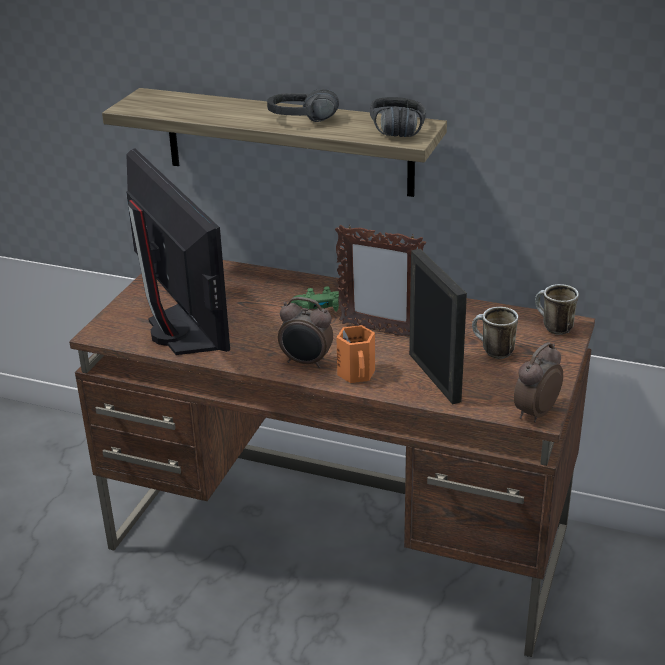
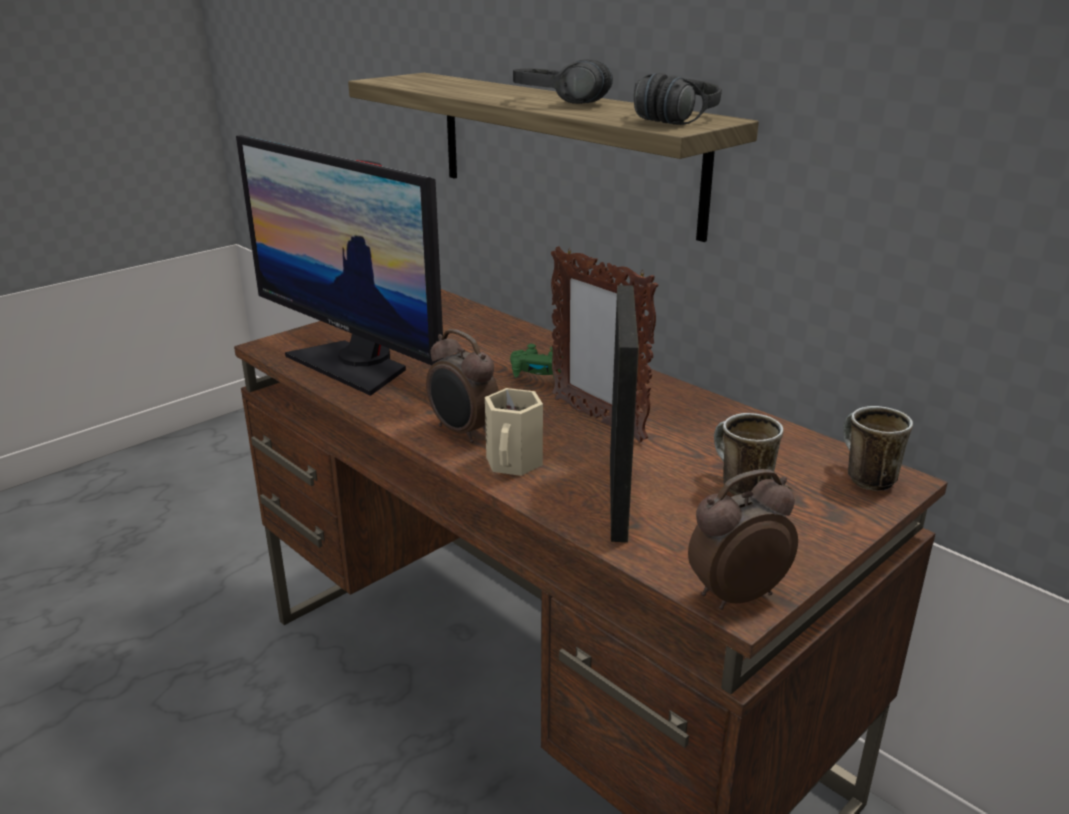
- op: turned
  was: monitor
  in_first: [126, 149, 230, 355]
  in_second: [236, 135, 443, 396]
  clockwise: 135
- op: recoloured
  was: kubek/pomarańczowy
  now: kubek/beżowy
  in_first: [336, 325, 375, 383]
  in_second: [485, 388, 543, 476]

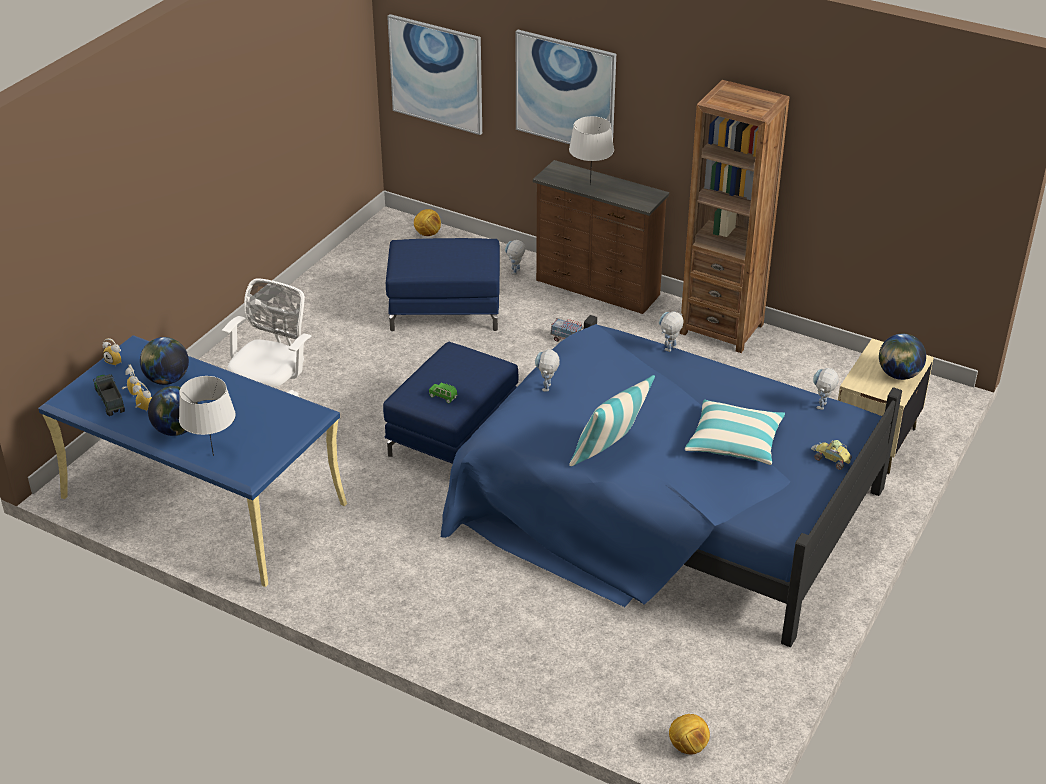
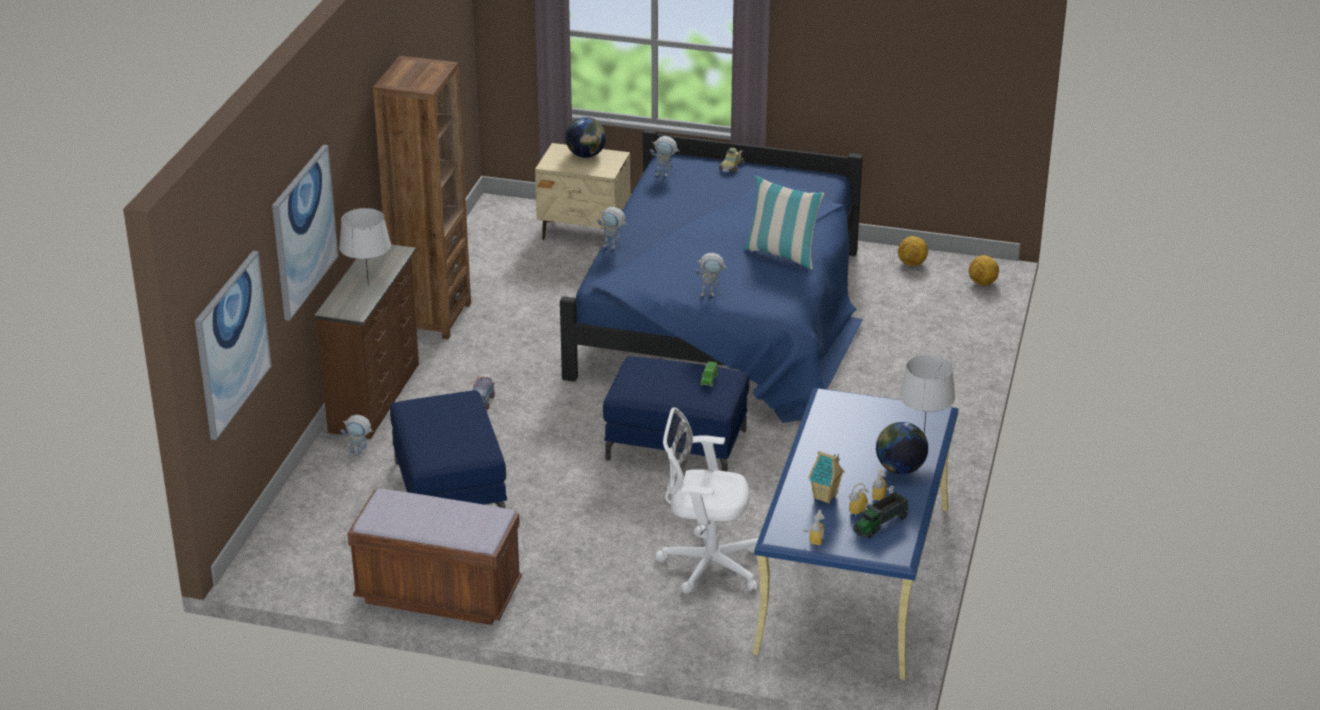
- op: replaced
  was: globus
  now: domek
  in_first: [140, 337, 189, 385]
  in_second: [808, 451, 845, 504]
- op: moved
  was: piłka futbolowa
  in_first: [414, 209, 441, 236]
  in_second: [898, 236, 928, 266]
- op: removed
  was: poduszka
  in_first: [685, 399, 785, 465]
- op: added
  now: ławka/brązowy
  in_second: [347, 489, 522, 625]

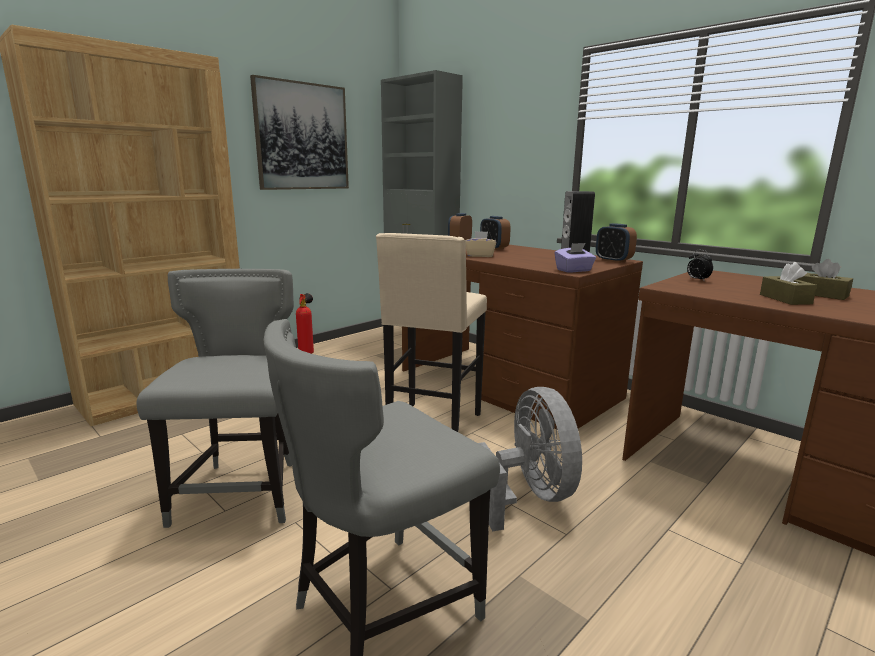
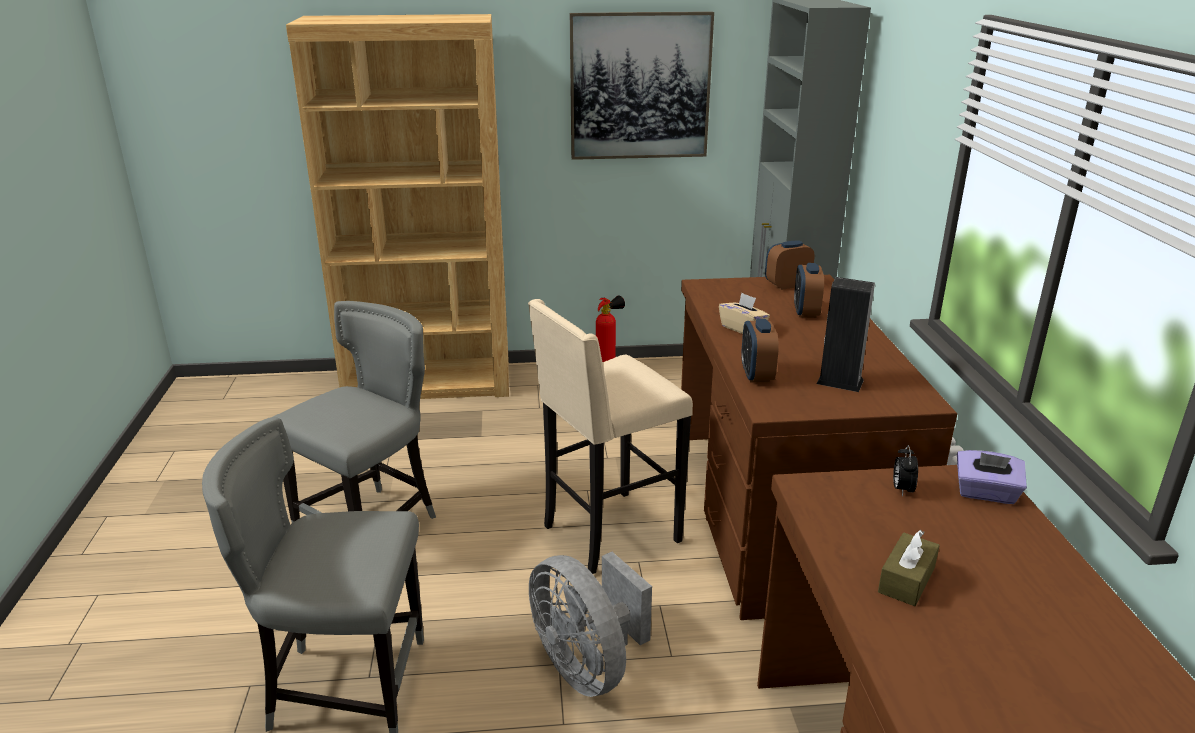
- op: turned
  was: wentylator/szary
  in_first: [478, 387, 582, 531]
  in_second: [529, 552, 652, 697]
  clockwise: 120
- op: moved
  was: pudełko chusteczek/fioletowy
  in_first: [555, 243, 596, 273]
  in_second: [957, 450, 1027, 504]
- op: moved
  was: budzik
  in_first: [596, 223, 637, 263]
  in_second: [741, 319, 779, 382]
- op: removed
  was: pudełko chusteczek/brązowy
  in_first: [797, 259, 853, 300]

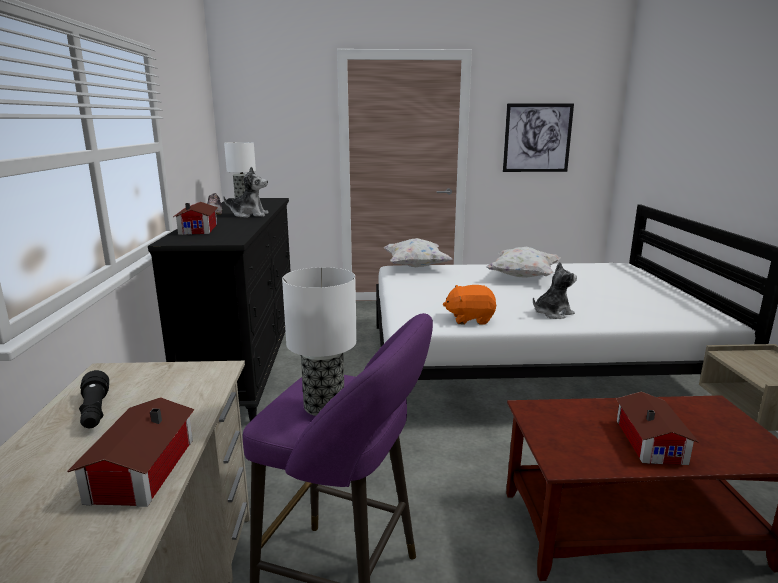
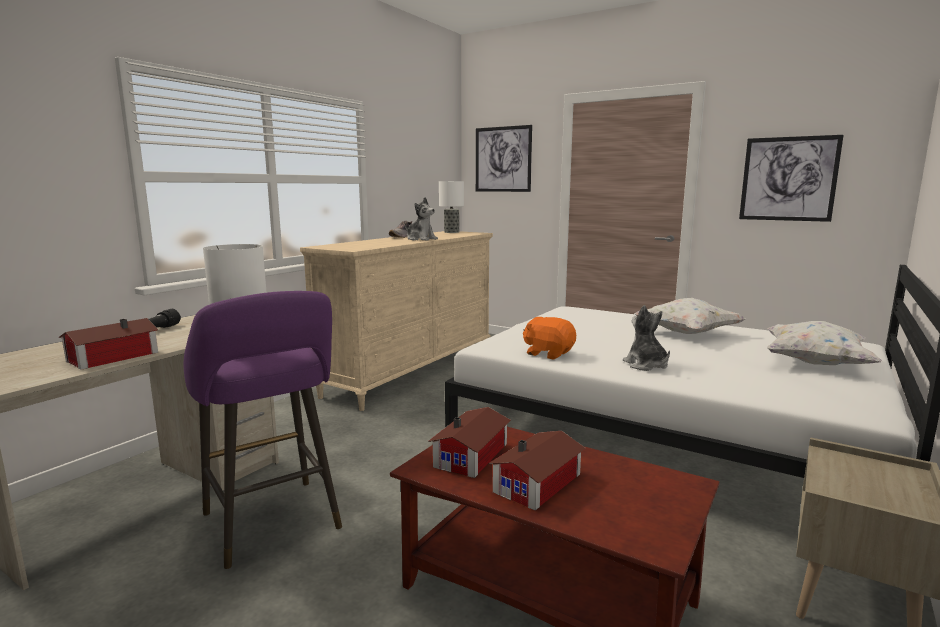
- op: recoloured
  was: komoda/czarny
  now: komoda/beżowy
  in_first: [148, 198, 291, 421]
  in_second: [300, 231, 493, 411]
- op: moved
  was: domek
  in_first: [173, 202, 218, 235]
  in_second: [428, 407, 511, 478]
- op: moved
  was: poduszka/biały
  in_first: [384, 238, 452, 267]
  in_second: [767, 321, 882, 365]
- op: turned
  was: pluszak
  in_first: [533, 262, 577, 319]
  in_second: [623, 305, 670, 371]
  clockwise: -120
- op: added
  now: obraz
  in_second: [476, 125, 532, 192]

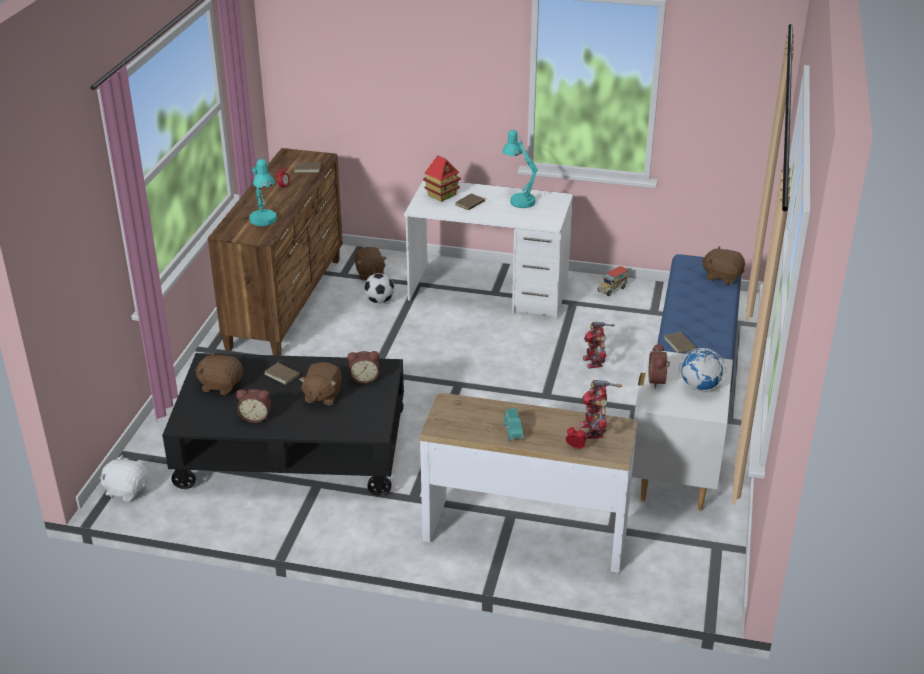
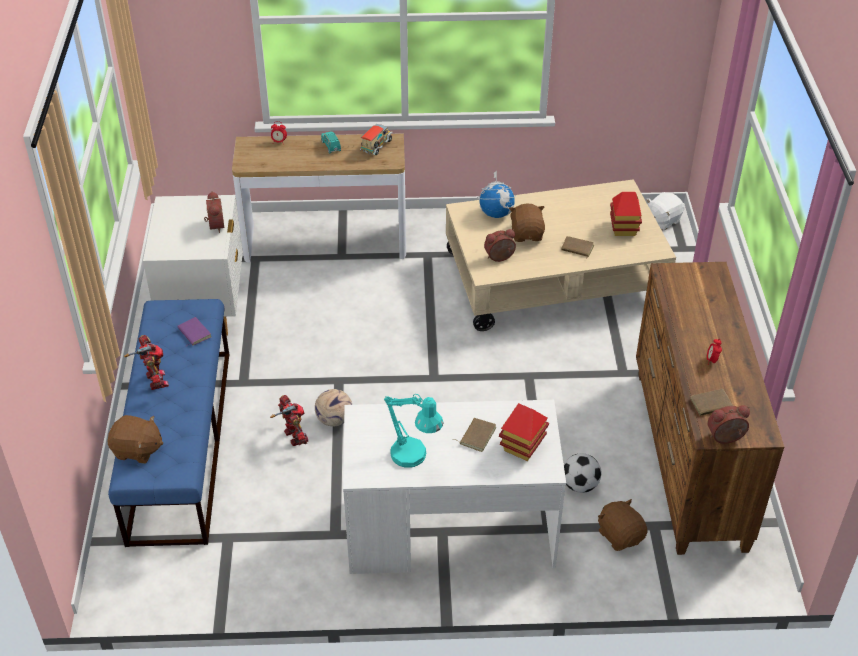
- op: turned
  was: pluszak/biały
  in_first: [100, 455, 149, 502]
  in_second: [646, 192, 685, 230]
  clockwise: 135
- op: recoloured
  was: ława/czarny
  now: ława/beżowy
  in_first: [162, 353, 404, 496]
  in_second: [446, 179, 676, 331]
- op: replaced
  was: pluszak/brązowy
  now: domek
  in_first: [195, 352, 243, 395]
  in_second: [610, 192, 642, 236]
- op: moved
  was: budzik
  in_first: [236, 389, 271, 423]
  in_second: [707, 405, 750, 444]
- op: removed
  was: lampa stołowa/turkusowy
  in_first: [249, 157, 277, 226]
- op: moved
  was: robot zabawkowy
  in_first: [580, 380, 622, 439]
  in_second: [124, 335, 169, 390]
- op: moved
  was: ciężarówka zabawkowa
  in_first: [597, 266, 628, 296]
  in_second: [360, 124, 393, 155]
- op: recoloured
  was: książka/brązowy
  now: książka/fioletowy
  in_first: [664, 330, 696, 353]
  in_second: [178, 317, 211, 346]
- op: moved
  was: globus
  in_first: [679, 348, 726, 391]
  in_second: [477, 171, 516, 218]
- op: added
  now: piłka futbolowa
  in_second: [315, 389, 352, 427]

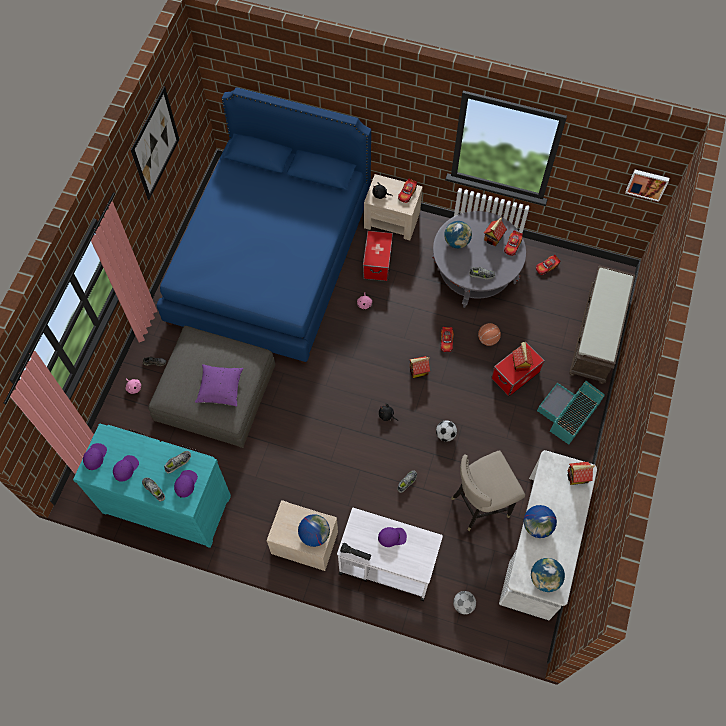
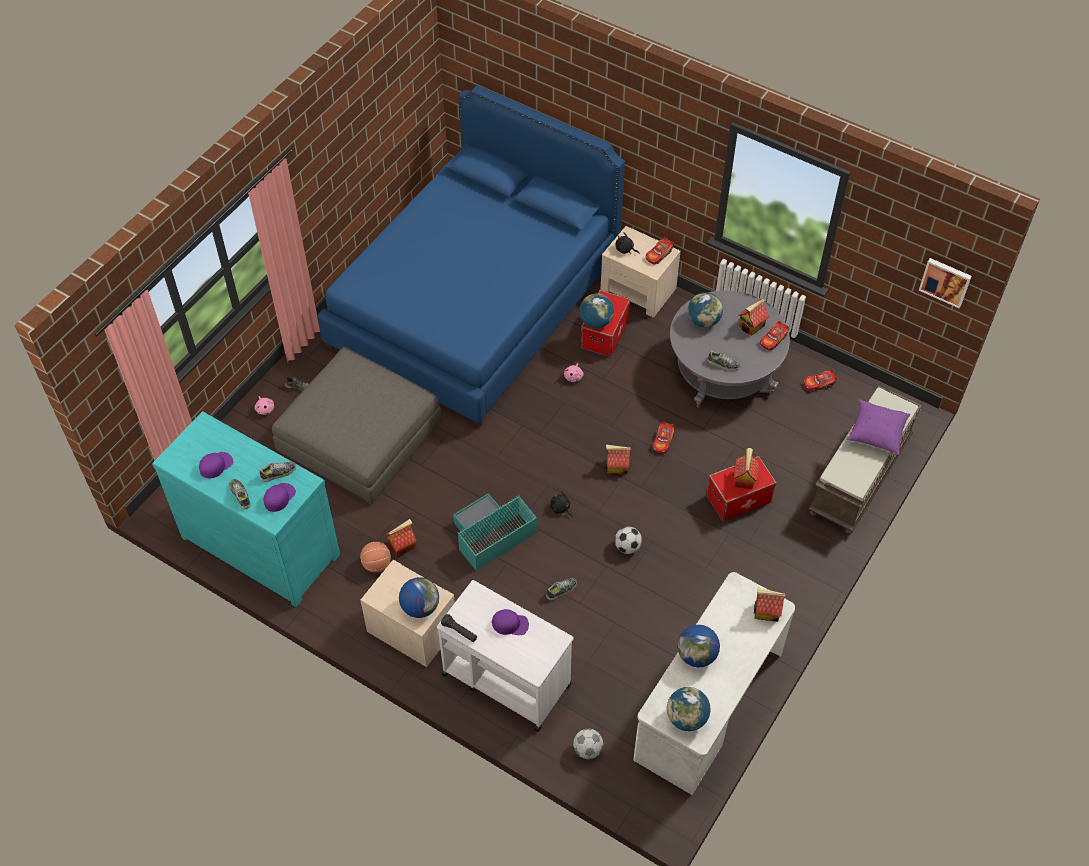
- op: removed
  was: czapka z daszkiem/fioletowy
  in_first: [83, 443, 107, 470]
- op: removed
  was: obraz
  in_first: [131, 86, 179, 200]
- op: moved
  was: poduszka/fioletowy
  in_first: [195, 364, 243, 407]
  in_second: [847, 399, 911, 455]
- op: removed
  was: stołek/beżowy
  in_first: [451, 451, 525, 531]
- op: moved
  was: piłka do koszykówki
  in_first: [478, 323, 501, 346]
  in_second: [360, 542, 391, 573]
- op: moved
  was: pojemnik do przechowywania/turkusowy
  in_first: [537, 380, 605, 444]
  in_second: [453, 493, 537, 571]
- op: added
  now: domek
  in_second: [386, 519, 417, 557]
- op: added
  now: globus
  in_second: [580, 294, 614, 328]

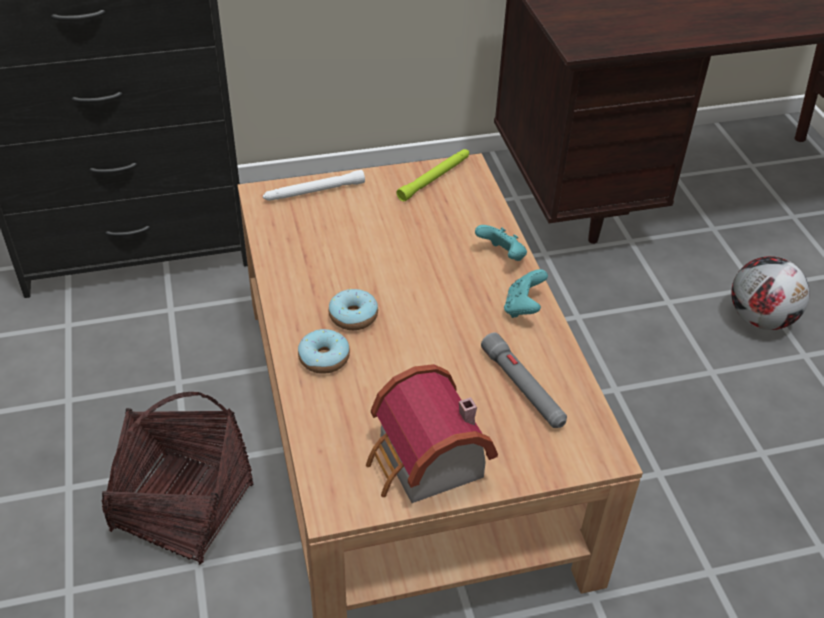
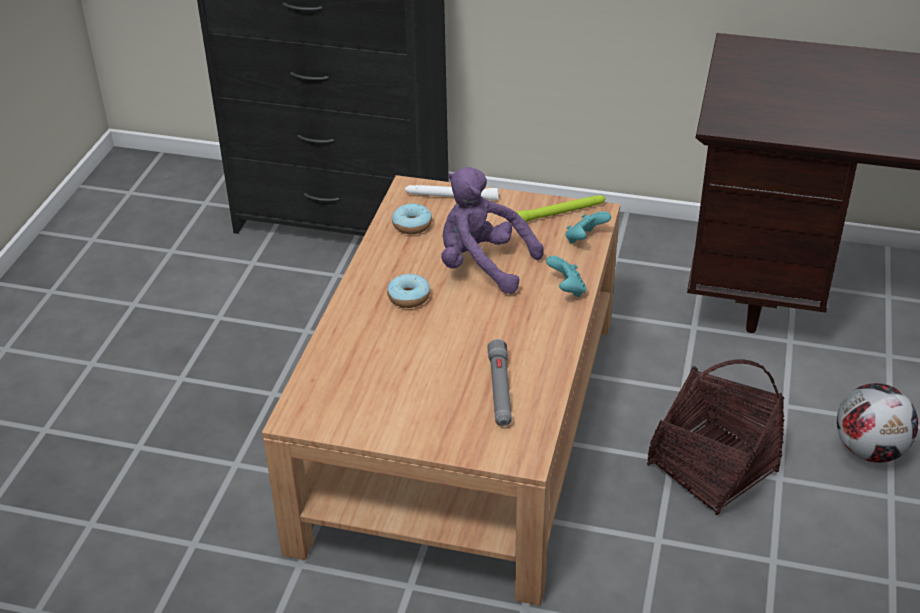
- op: moved
  was: koszyk
  in_first: [102, 392, 254, 565]
  in_second: [647, 359, 784, 515]
- op: moved
  was: donut
  in_first: [298, 329, 350, 374]
  in_second: [392, 203, 432, 234]
- op: removed
  was: domek
  in_first: [366, 364, 498, 503]
- op: moved
  was: pad do gier/turkusowy
  in_first: [504, 269, 548, 318]
  in_second: [565, 211, 611, 243]
- op: added
  now: pluszak/fioletowy
  in_second: [441, 167, 544, 294]

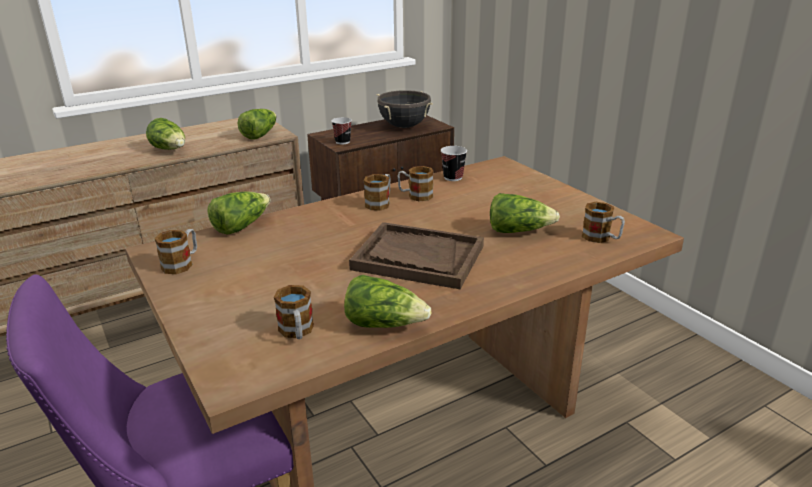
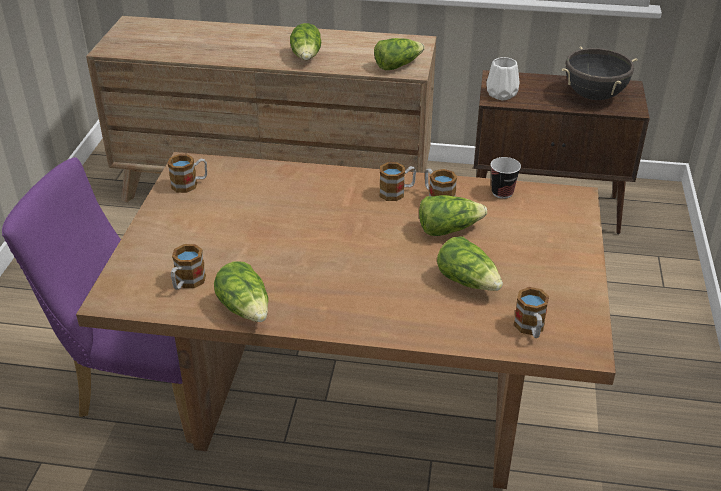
- op: moved
  was: sałata
  in_first: [207, 192, 271, 235]
  in_second: [419, 195, 487, 236]
- op: replaced
  was: filiżanka
  now: wazon/biały
  in_first: [331, 117, 352, 144]
  in_second: [486, 57, 519, 100]
- op: removed
  was: taca/brązowy
  in_first: [349, 222, 484, 289]

